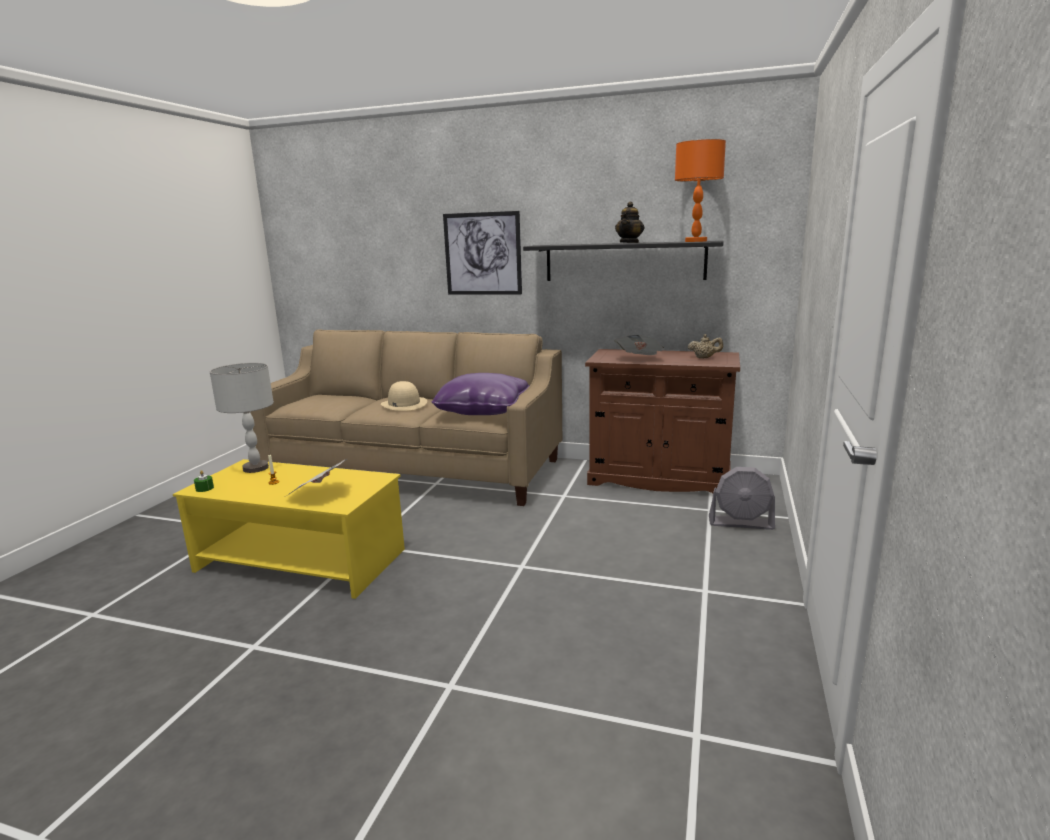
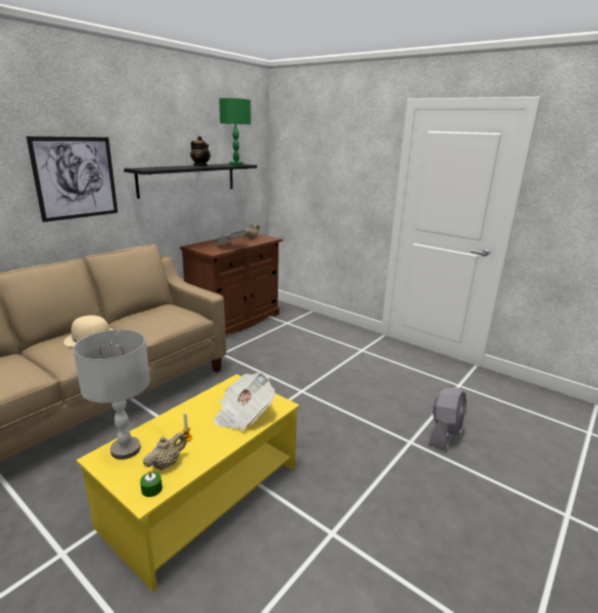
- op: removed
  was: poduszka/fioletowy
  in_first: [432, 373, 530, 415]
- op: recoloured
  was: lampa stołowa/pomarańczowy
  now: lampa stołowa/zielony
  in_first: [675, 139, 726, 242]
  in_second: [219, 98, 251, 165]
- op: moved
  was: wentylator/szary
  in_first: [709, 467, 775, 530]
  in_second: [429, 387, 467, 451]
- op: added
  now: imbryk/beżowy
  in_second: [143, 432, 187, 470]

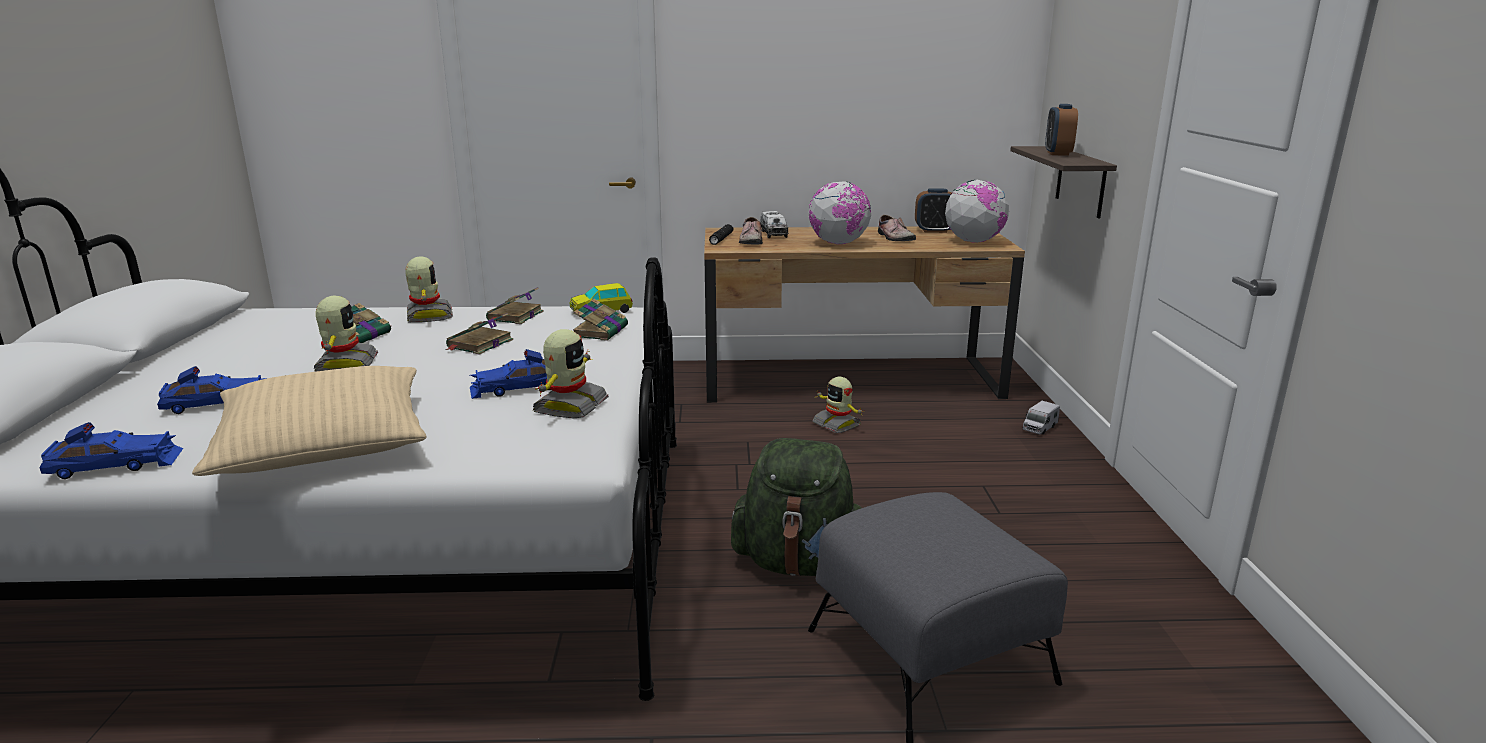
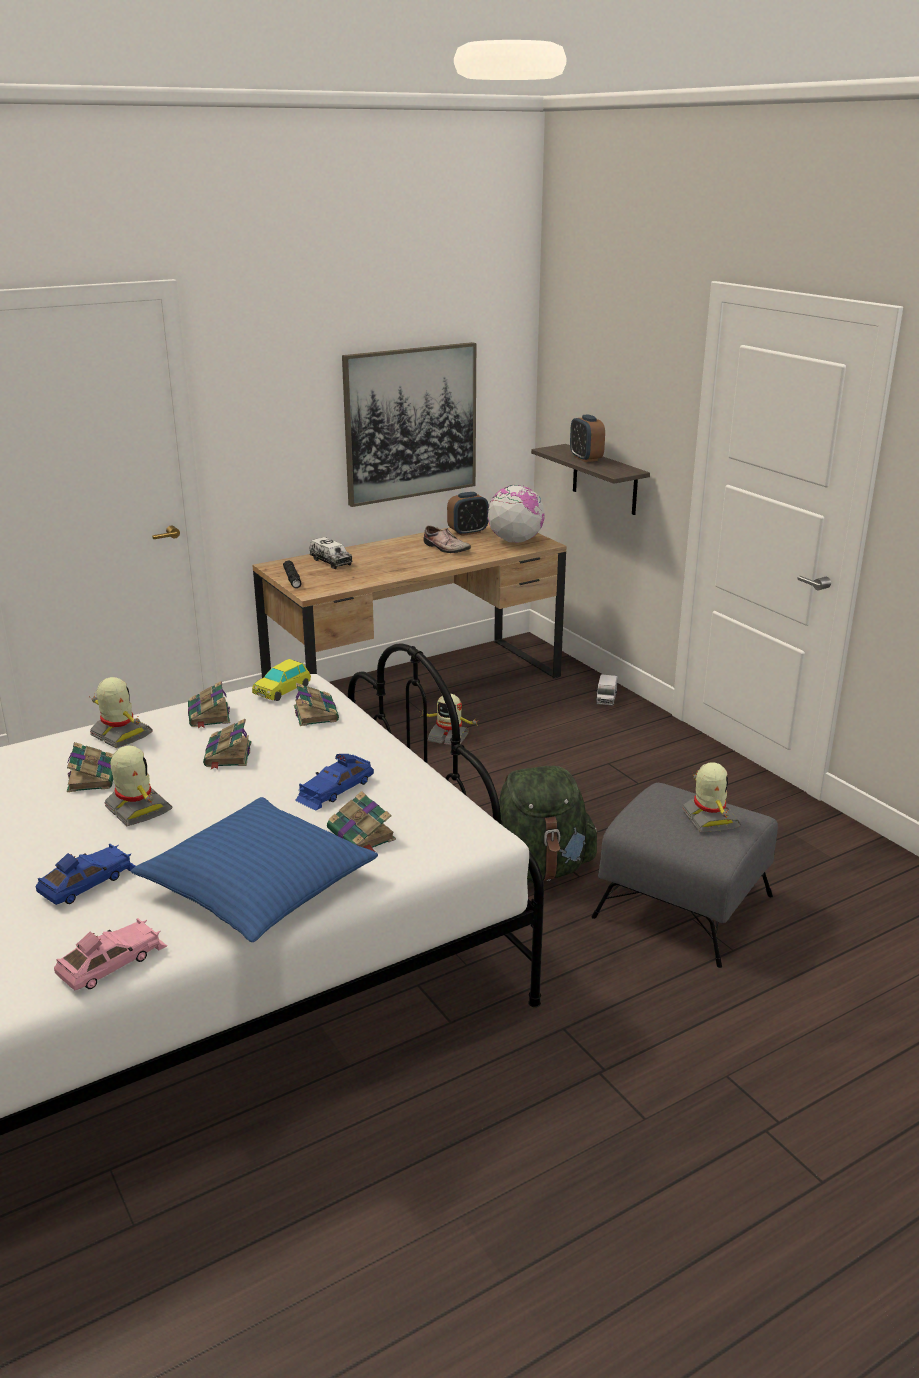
- op: recoloured
  was: samochodzik/niebieski
  now: samochodzik/różowy
  in_first: [40, 422, 183, 479]
  in_second: [54, 918, 167, 991]
- op: recoloured
  was: poduszka/beżowy
  now: poduszka/niebieski
  in_first: [192, 366, 427, 476]
  in_second: [131, 797, 378, 942]
- op: moved
  was: robot zabawkowy
  in_first: [533, 329, 609, 419]
  in_second: [682, 762, 741, 833]
- op: removed
  was: but
  in_first: [739, 217, 763, 245]
- op: removed
  was: globus
  in_first: [808, 181, 871, 244]
- op: added
  now: książka
  in_second: [327, 791, 396, 852]
- op: added
  now: obraz
  in_second: [342, 342, 476, 507]

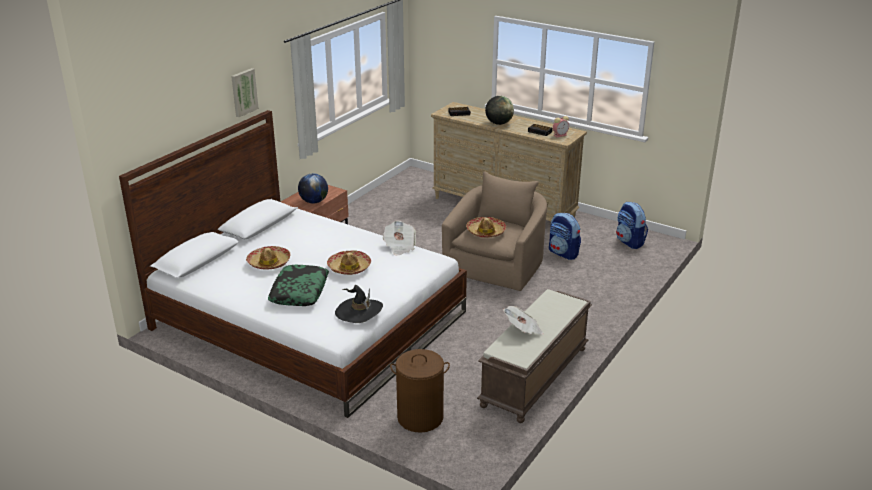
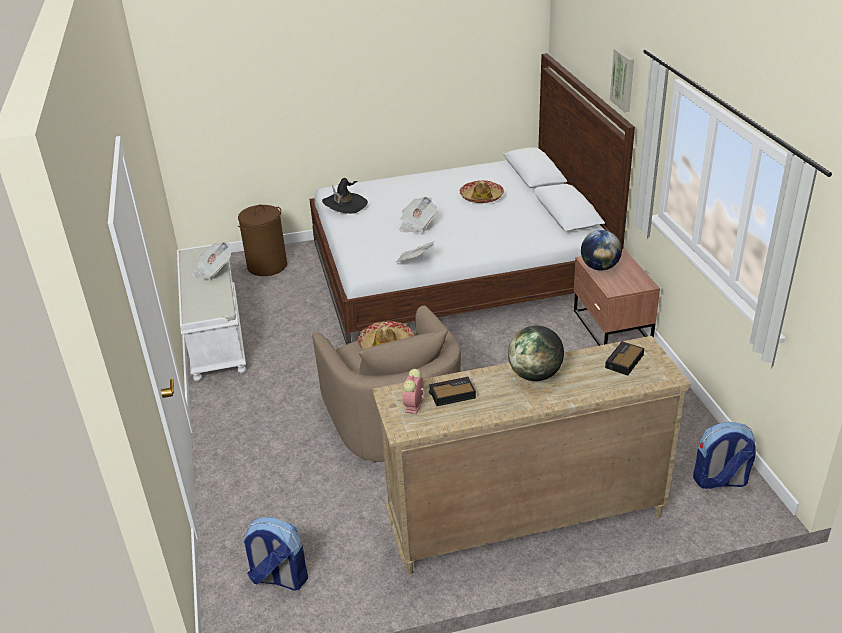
- op: removed
  was: poduszka
  in_first: [268, 265, 329, 306]
- op: replaced
  was: kapelusz
  now: gazeta
  in_first: [327, 250, 371, 275]
  in_second: [399, 197, 437, 233]
- op: recoloured
  was: ławka/brązowy
  now: ławka/biały
  in_first: [477, 289, 592, 423]
  in_second: [177, 245, 246, 381]
- op: moved
  was: plecak
  in_first: [549, 213, 581, 260]
  in_second: [693, 422, 756, 489]

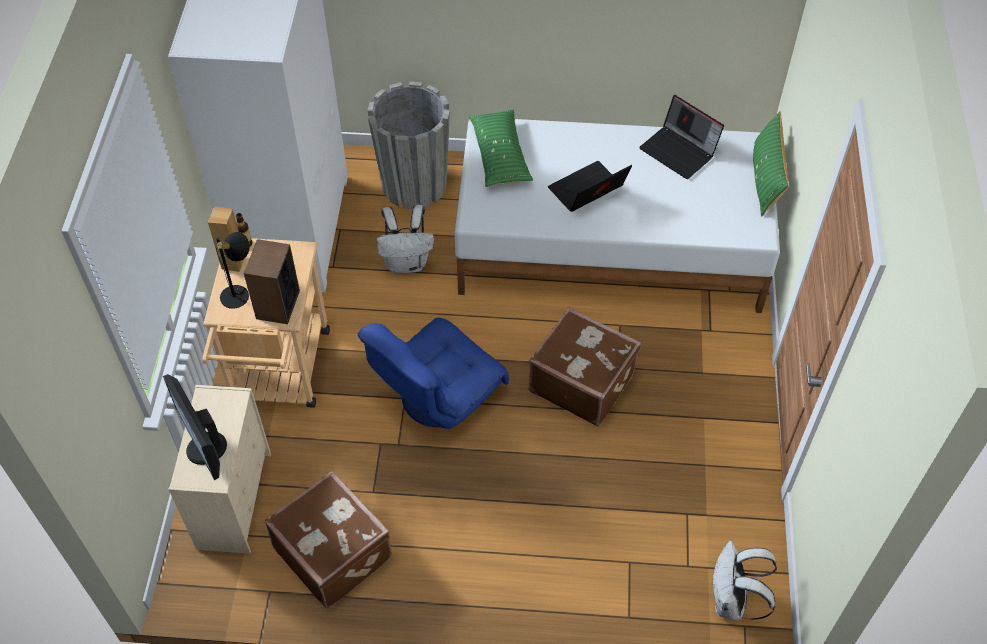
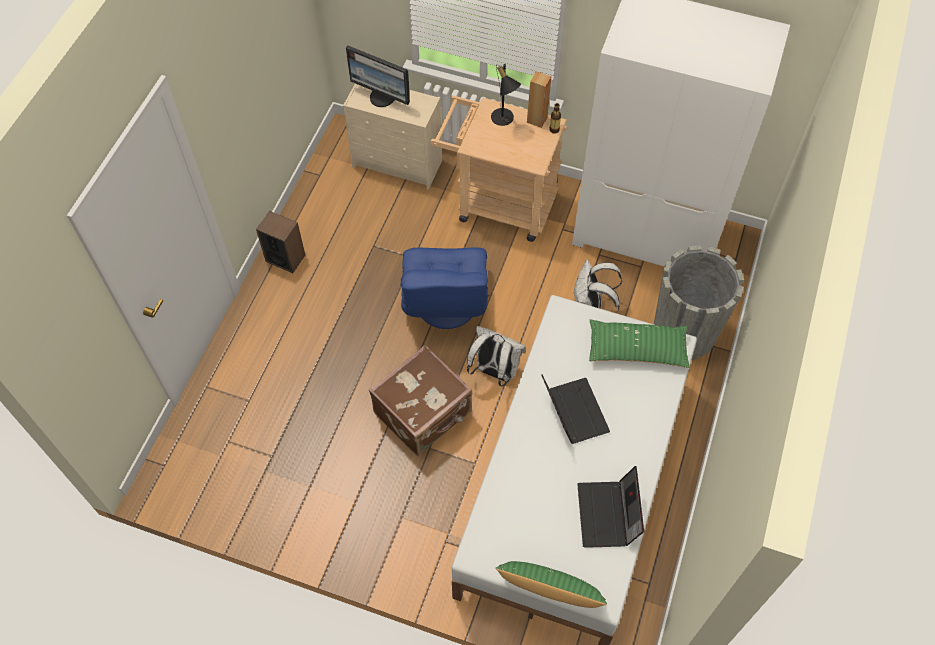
- op: turned
  was: monitor
  in_first: [163, 374, 227, 480]
  in_second: [346, 46, 410, 107]
  clockwise: -135
- op: moved
  was: głośnik
  in_first: [244, 239, 300, 324]
  in_second: [256, 211, 305, 273]
- op: removed
  was: walizka/brązowy
  in_first: [265, 471, 392, 609]
- op: turned
  was: fotel/niebieski
  in_first: [358, 318, 509, 429]
  in_second: [400, 247, 488, 329]
  clockwise: -150
- op: turned
  was: laptop
  in_first: [639, 95, 724, 179]
  in_second: [577, 466, 644, 548]
  clockwise: -60
- op: moved
  was: plecak/biały
  in_first: [711, 541, 777, 620]
  in_second: [467, 326, 526, 387]

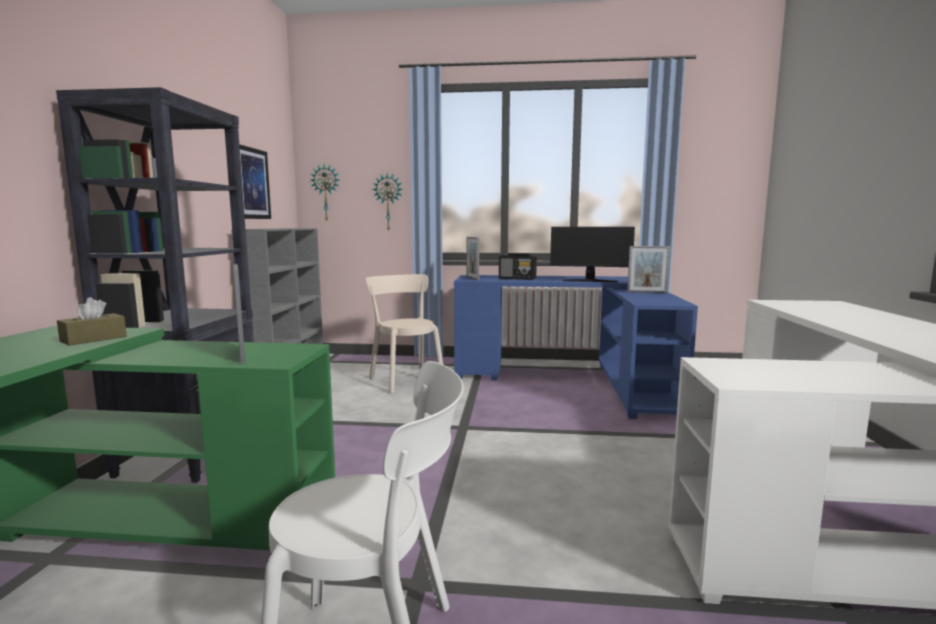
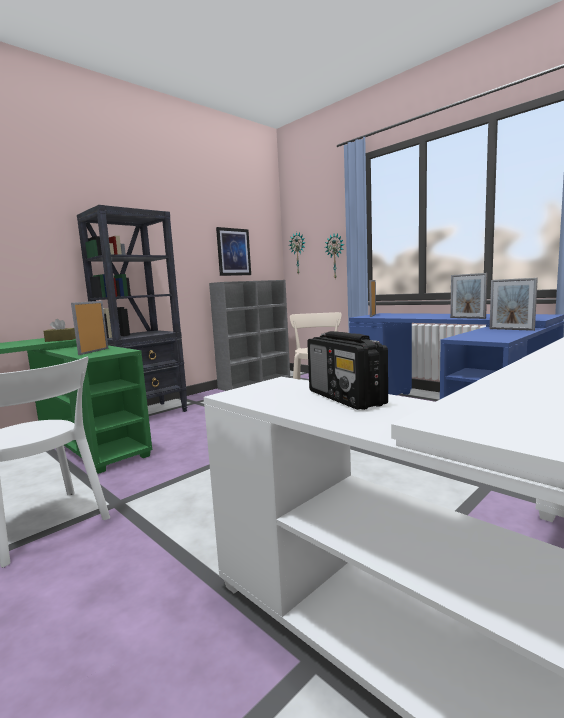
- op: moved
  was: radio
  in_first: [499, 253, 537, 280]
  in_second: [307, 331, 388, 410]
- op: replaced
  was: monitor
  now: ramka na zdjęcie
  in_first: [550, 227, 635, 282]
  in_second: [450, 273, 488, 319]

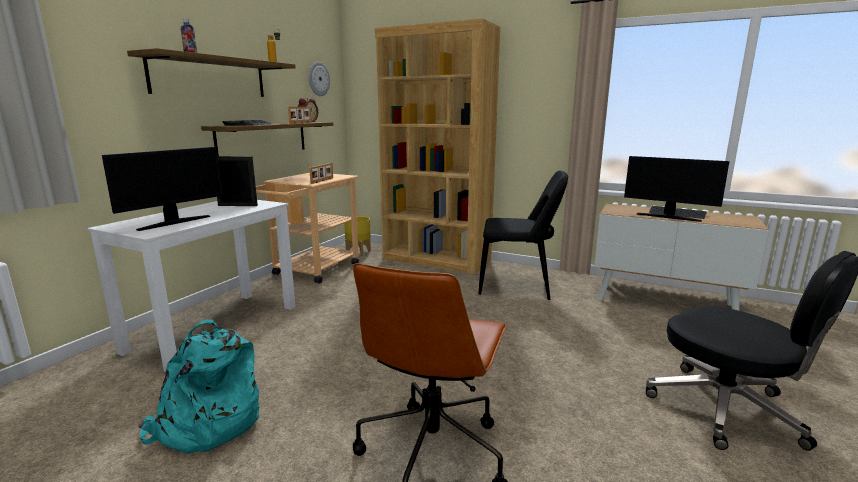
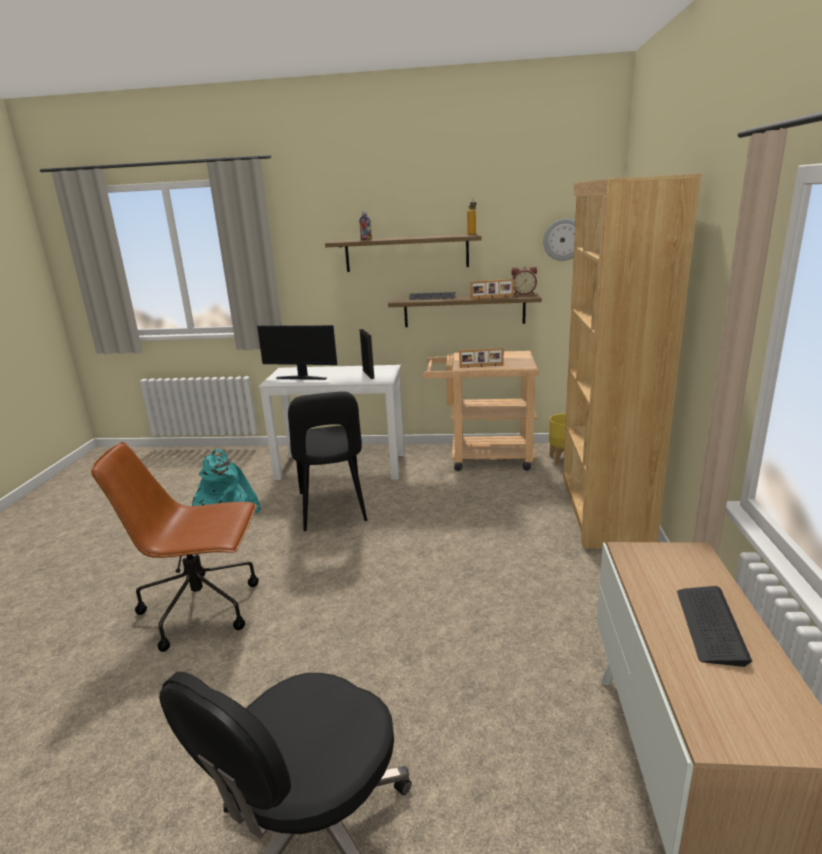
- op: moved
  was: krzesło/czarny
  in_first: [478, 171, 568, 300]
  in_second: [288, 391, 367, 531]
- op: removed
  was: monitor
  in_first: [624, 156, 730, 222]

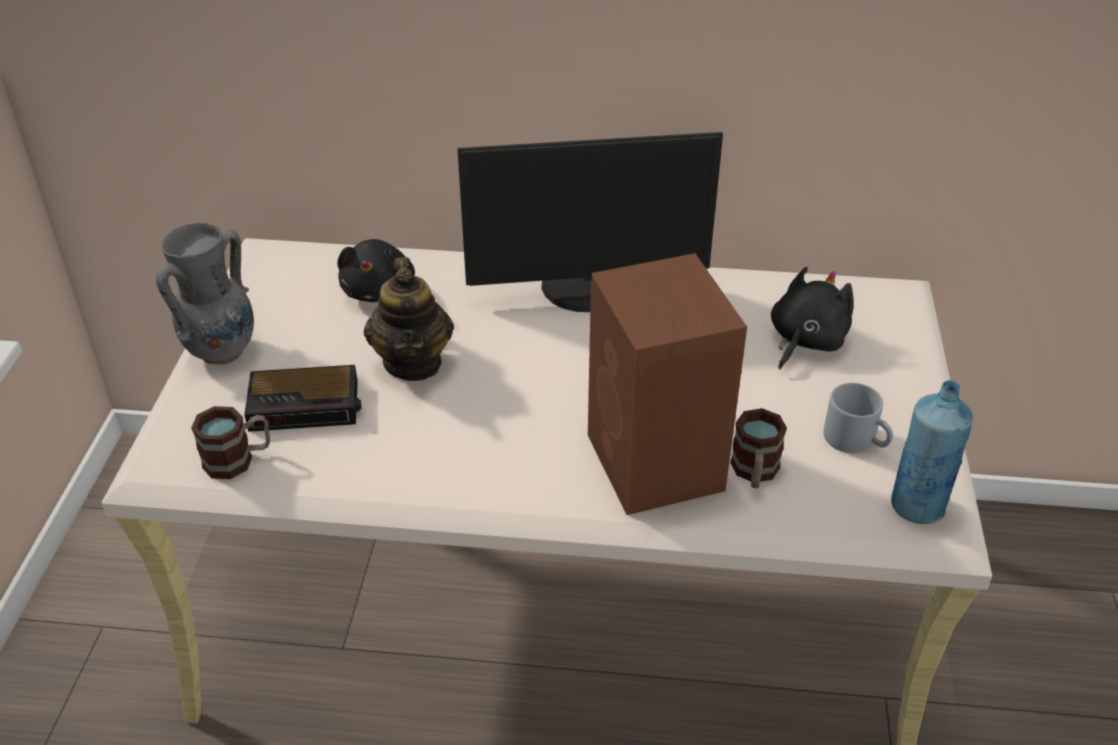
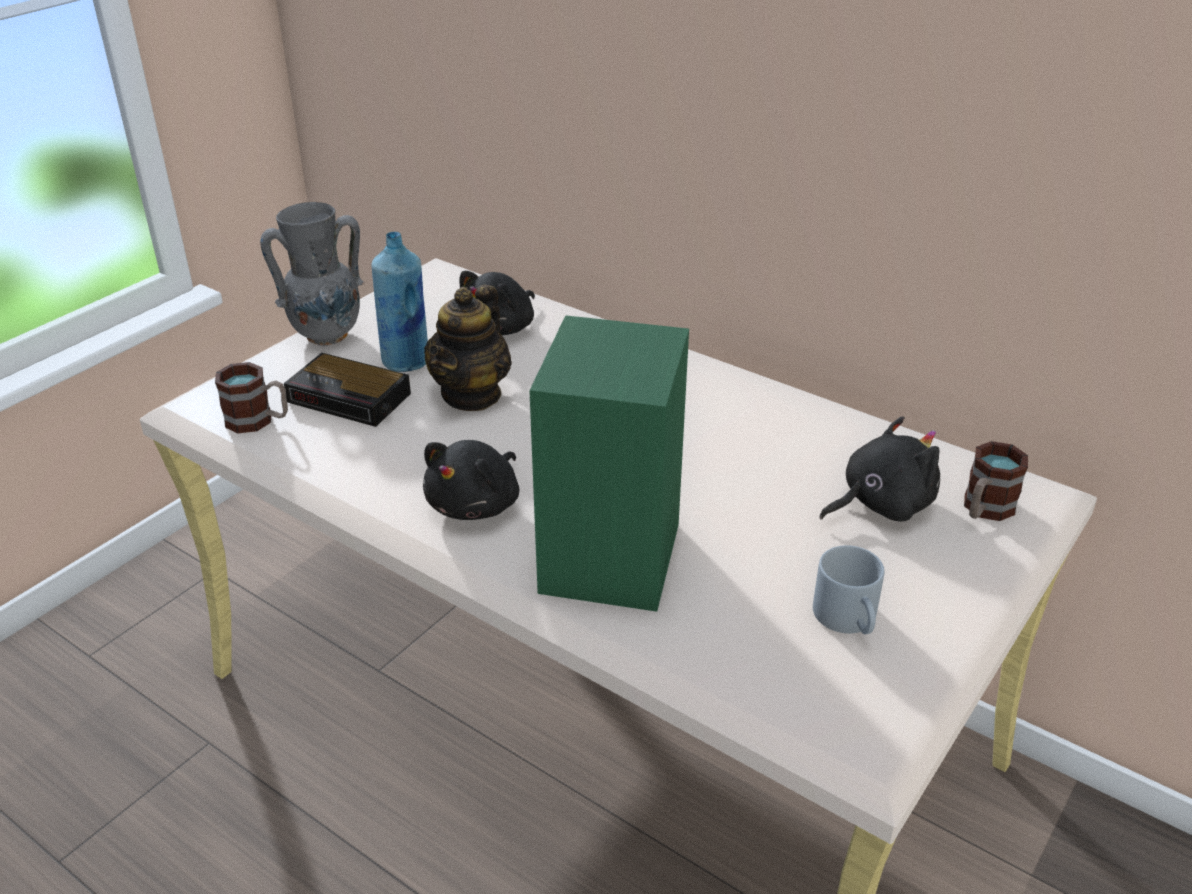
- op: removed
  was: monitor
  in_first: [457, 132, 723, 312]
- op: recoloured
  was: głośnik/brązowy
  now: głośnik/zielony
  in_first: [588, 253, 747, 515]
  in_second: [529, 315, 689, 612]
- op: moved
  was: kubek
  in_first: [730, 408, 787, 488]
  in_second: [964, 441, 1028, 521]
- op: moved
  was: butelka/niebieski
  in_first: [891, 380, 973, 524]
  in_second: [371, 232, 428, 372]
- op: added
  now: pluszak/czarny
  in_second: [423, 440, 519, 520]

